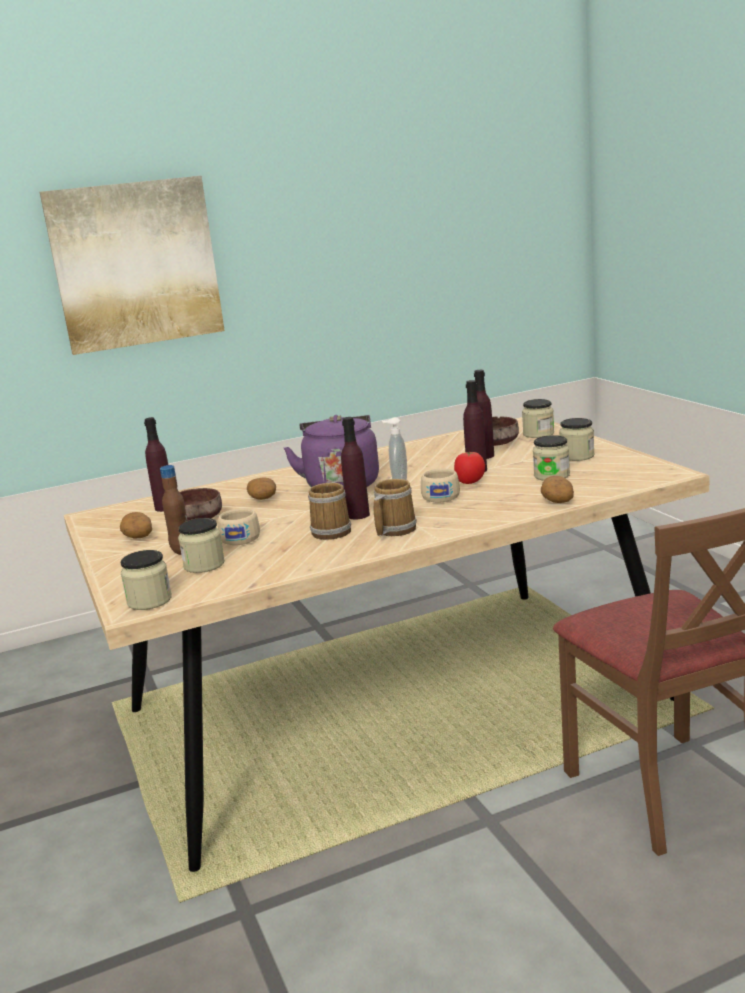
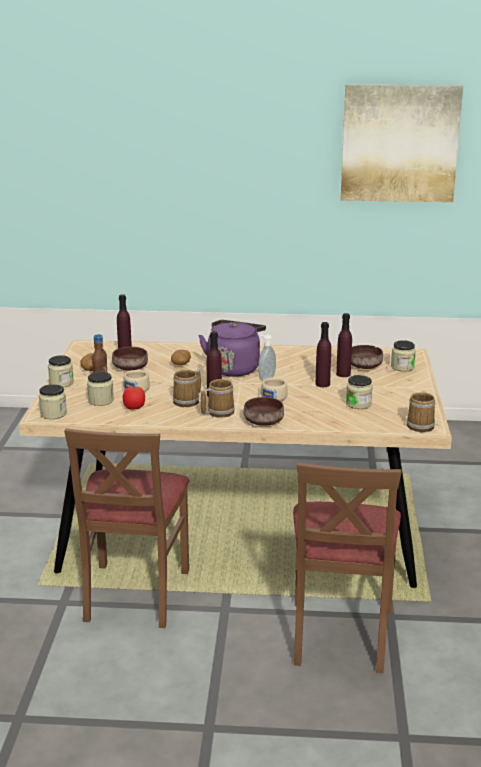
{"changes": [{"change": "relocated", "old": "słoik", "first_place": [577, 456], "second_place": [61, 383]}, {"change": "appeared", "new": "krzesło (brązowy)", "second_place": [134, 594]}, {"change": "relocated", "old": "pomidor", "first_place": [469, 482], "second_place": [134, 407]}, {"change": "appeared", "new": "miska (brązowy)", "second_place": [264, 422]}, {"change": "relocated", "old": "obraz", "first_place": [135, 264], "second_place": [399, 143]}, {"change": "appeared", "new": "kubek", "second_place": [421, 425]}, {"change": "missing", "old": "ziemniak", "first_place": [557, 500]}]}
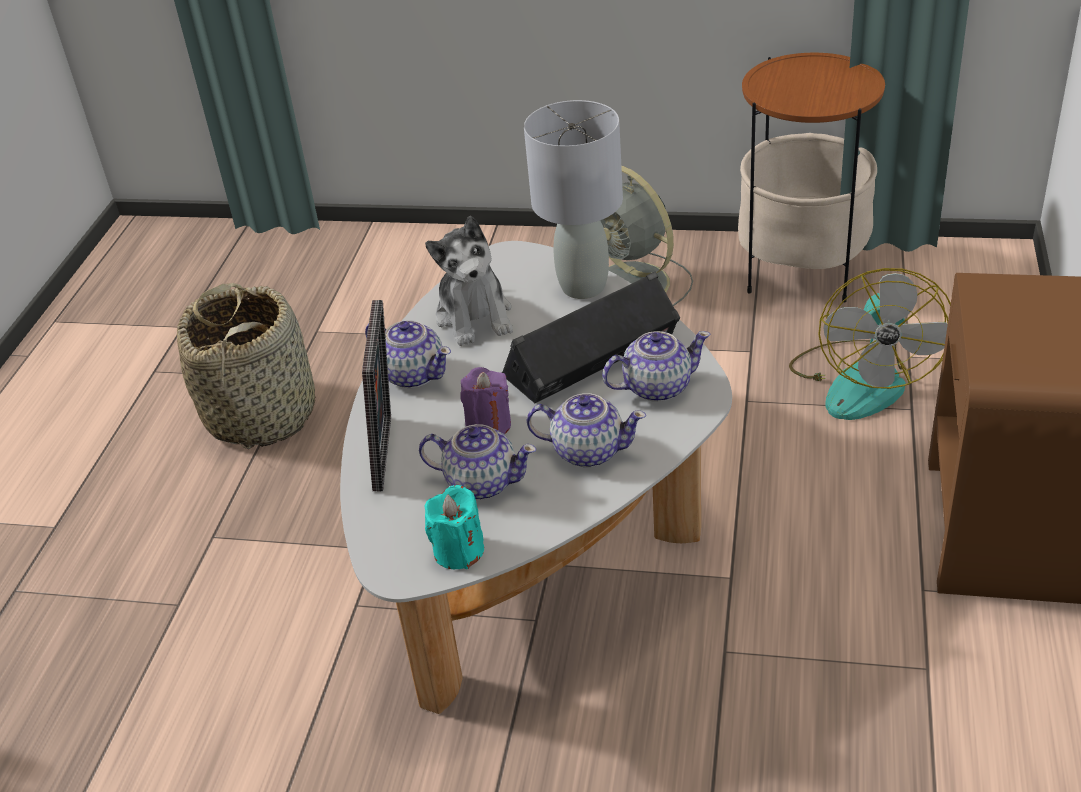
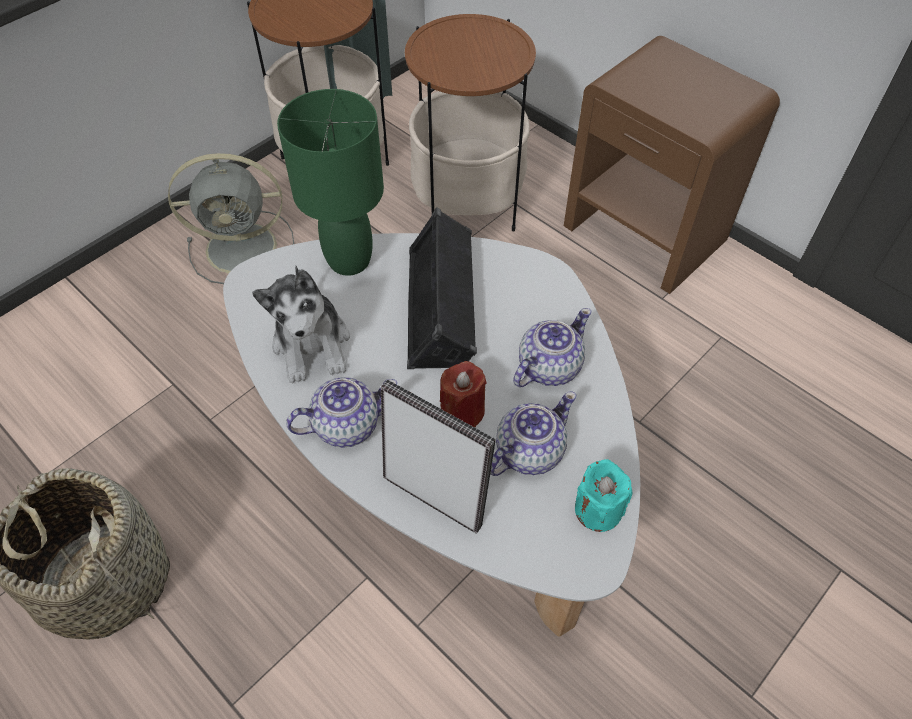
{"changes": [{"change": "spun", "old": "pluszak", "first_place": [475, 316], "second_place": [312, 344], "degrees": 60}, {"change": "colour", "old": "lampa stołowa (szary)", "new": "lampa stołowa (zielony)", "first_place": [583, 287], "second_place": [350, 261]}, {"change": "exchanged", "old": "wentylator", "new": "stolik", "first_place": [862, 380], "second_place": [467, 205]}, {"change": "colour", "old": "świeca (fioletowy)", "new": "świeca (czerwony)", "first_place": [488, 425], "second_place": [462, 410]}, {"change": "missing", "old": "imbryk", "first_place": [656, 387]}]}
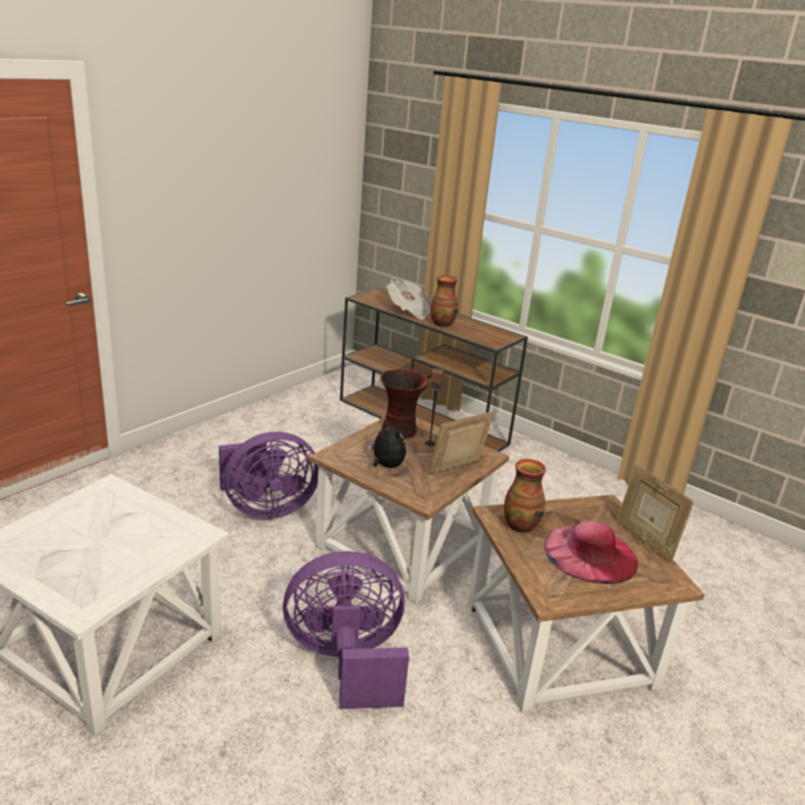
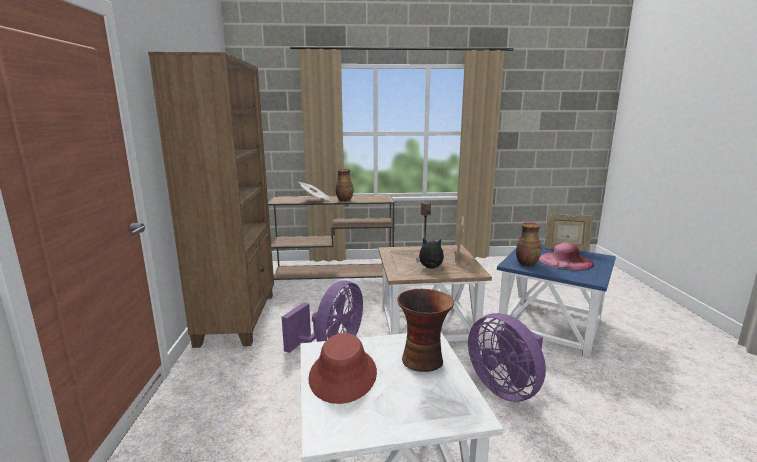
{"changes": [{"change": "appeared", "new": "regał (brązowy)", "second_place": [238, 318]}, {"change": "appeared", "new": "kapelusz (czerwony)", "second_place": [343, 375]}, {"change": "relocated", "old": "wazon", "first_place": [400, 431], "second_place": [423, 360]}, {"change": "spun", "old": "wentylator (fioletowy)", "first_place": [346, 662], "second_place": [505, 387], "degrees": -75}, {"change": "colour", "old": "stolik (brązowy)", "new": "stolik (niebieski)", "first_place": [561, 645], "second_place": [551, 325]}]}
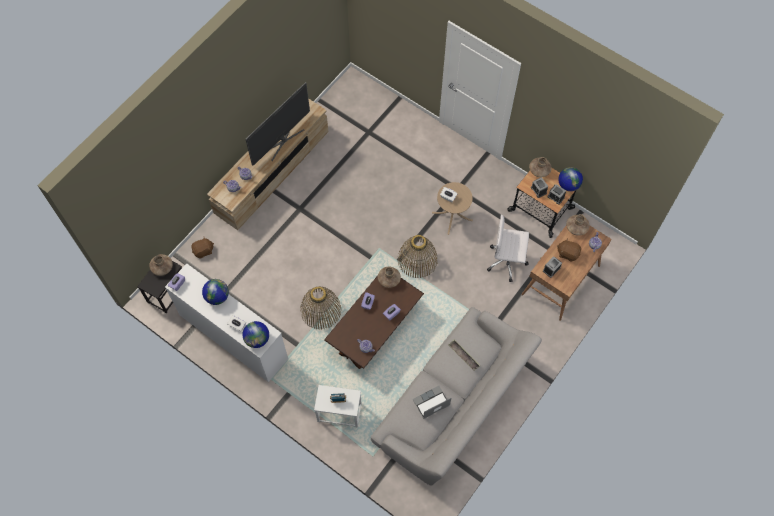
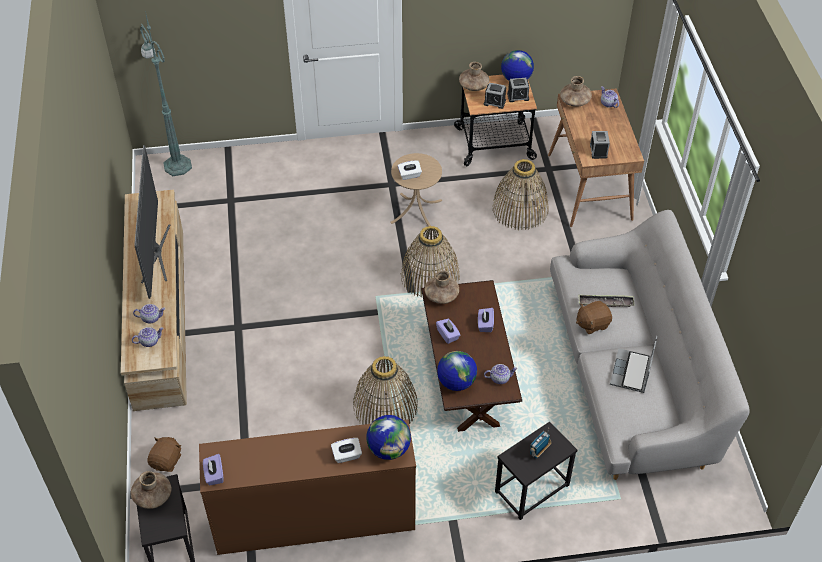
{"changes": [{"change": "appeared", "new": "lampa stojąca (zielony)", "second_place": [177, 164]}, {"change": "colour", "old": "komoda (biały)", "new": "komoda (brązowy)", "first_place": [233, 336], "second_place": [314, 519]}, {"change": "relocated", "old": "globus", "first_place": [217, 296], "second_place": [456, 382]}, {"change": "exchanged", "old": "krzesło biurowe (biały)", "new": "koszyk", "first_place": [507, 261], "second_place": [520, 209]}, {"change": "colour", "old": "stolik (biały)", "new": "stolik (czarny)", "first_place": [339, 413], "second_place": [532, 489]}, {"change": "relocated", "old": "pluszak (brązowy)", "first_place": [568, 253], "second_place": [592, 323]}]}
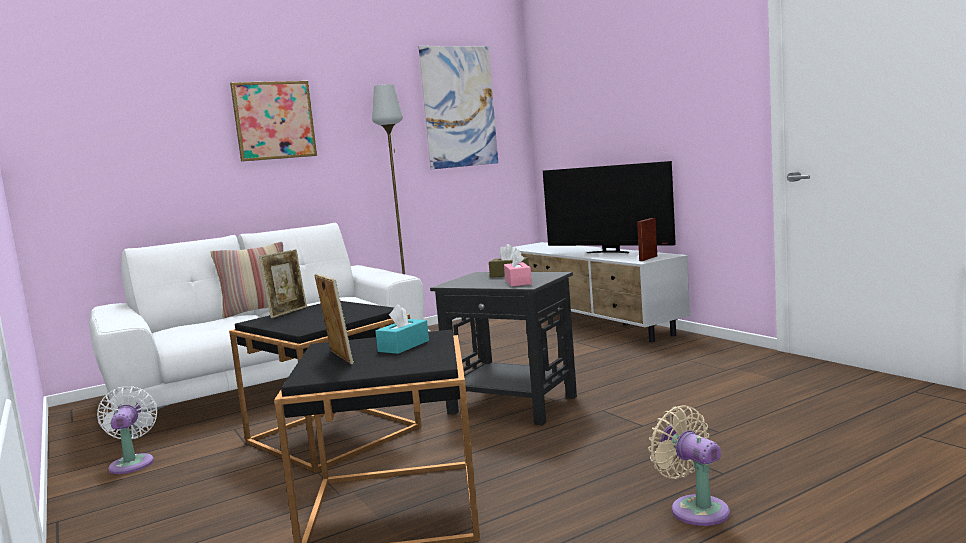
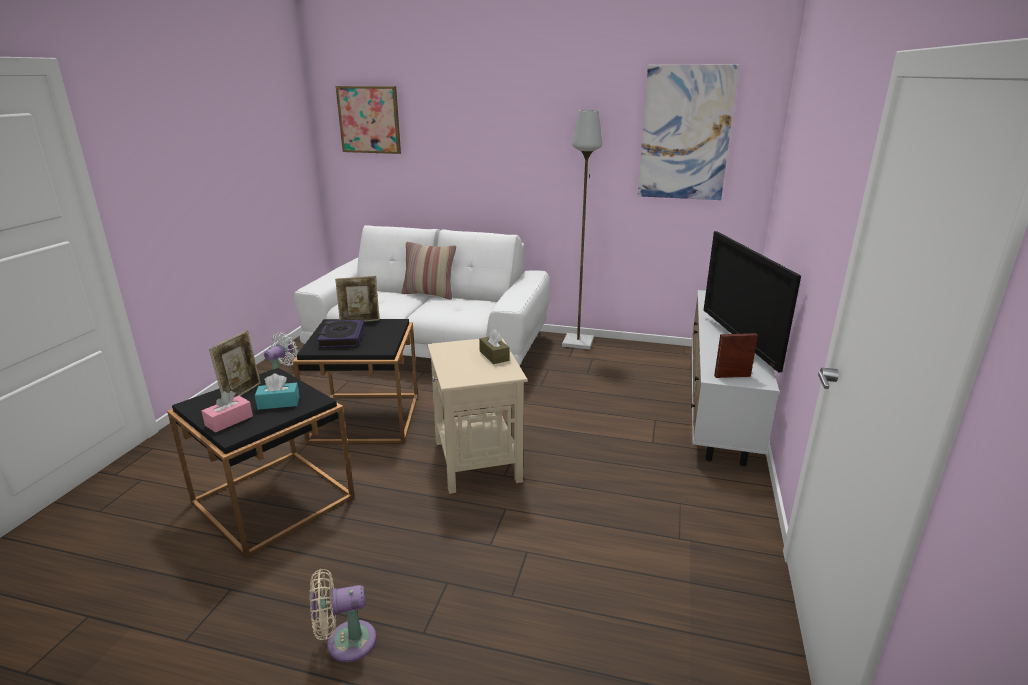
{"changes": [{"change": "relocated", "old": "pudełko chusteczek (różowy)", "first_place": [518, 282], "second_place": [229, 421]}, {"change": "spun", "old": "wentylator (beżowy)", "first_place": [695, 509], "second_place": [345, 642], "degrees": -120}, {"change": "appeared", "new": "książka", "second_place": [342, 337]}, {"change": "relocated", "old": "obraz", "first_place": [274, 120], "second_place": [369, 119]}, {"change": "colour", "old": "stolik (czarny)", "new": "stolik (beżowy)", "first_place": [514, 405], "second_place": [477, 461]}]}
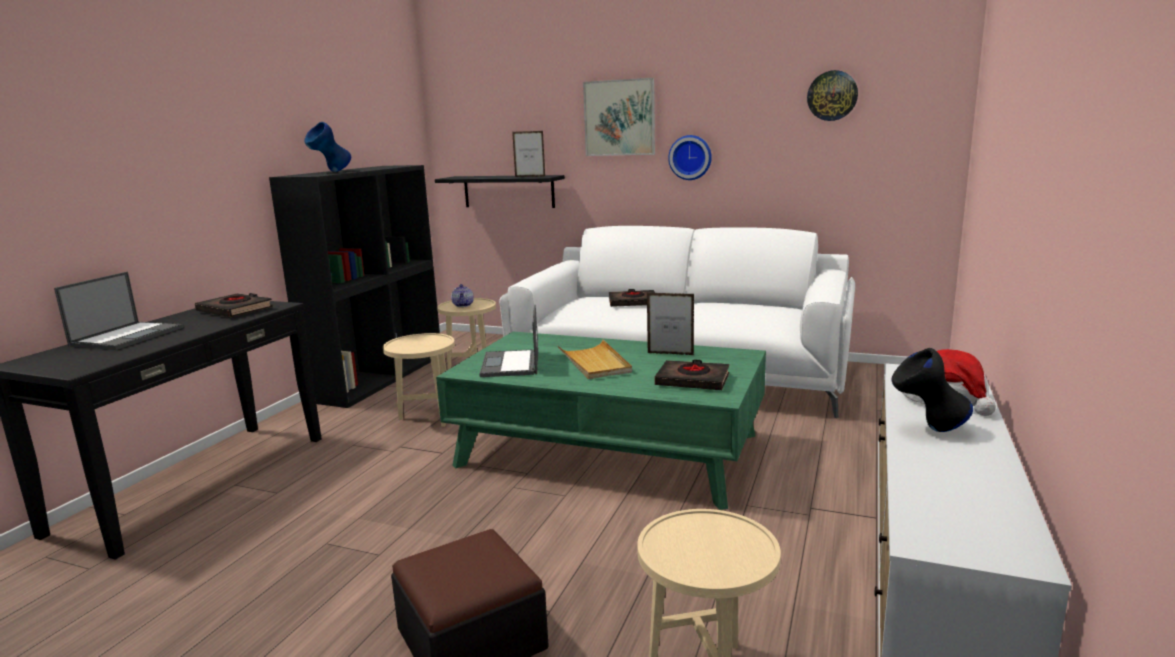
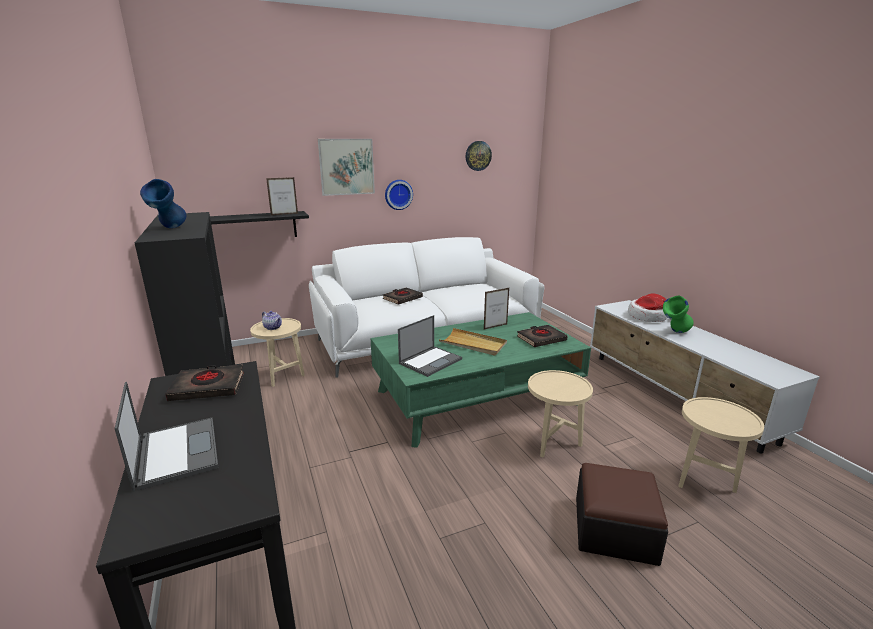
{"changes": [{"change": "spun", "old": "laptop", "first_place": [511, 364], "second_place": [431, 361], "degrees": -90}, {"change": "relocated", "old": "stolik (beżowy)", "first_place": [426, 417], "second_place": [553, 445]}, {"change": "colour", "old": "wazon (czarny)", "new": "wazon (zielony)", "first_place": [927, 429], "second_place": [674, 333]}]}
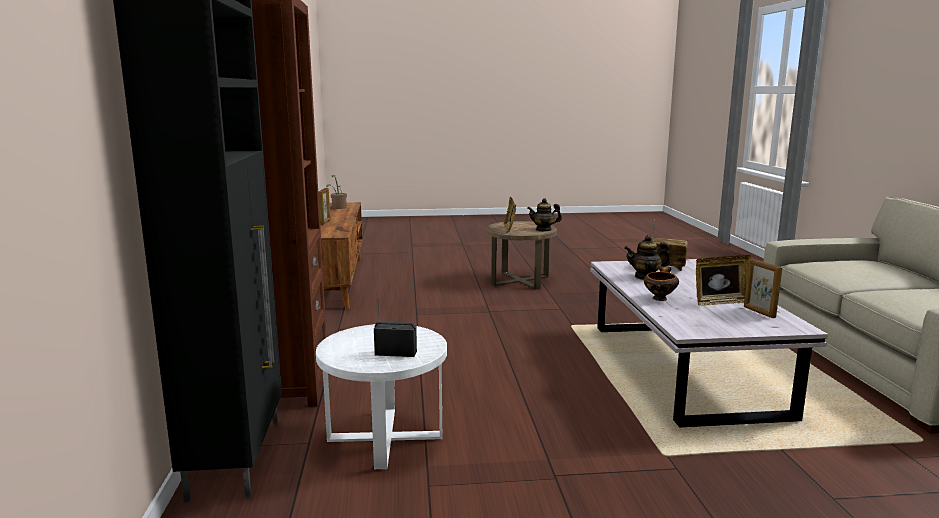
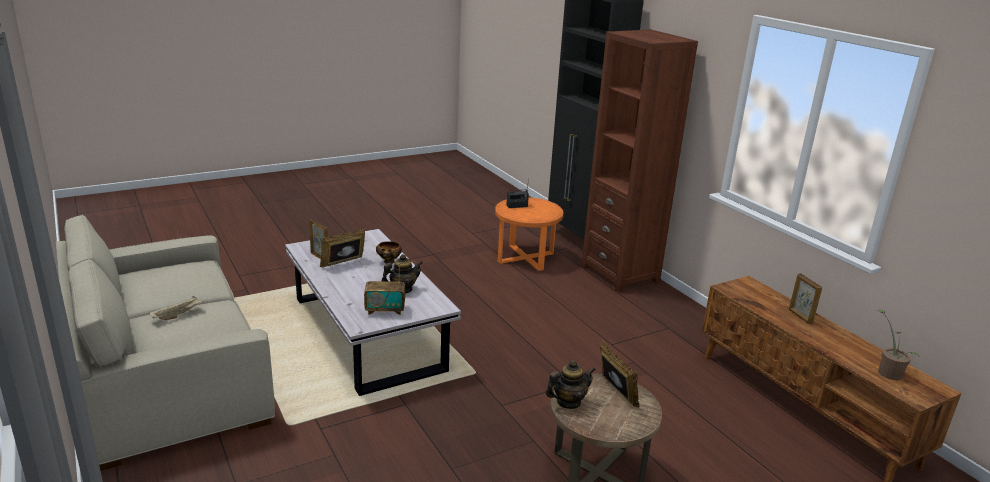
{"changes": [{"change": "appeared", "new": "taca (beżowy)", "second_place": [178, 315]}, {"change": "colour", "old": "stolik (biały)", "new": "stolik (pomarańczowy)", "first_place": [385, 437], "second_place": [525, 257]}]}
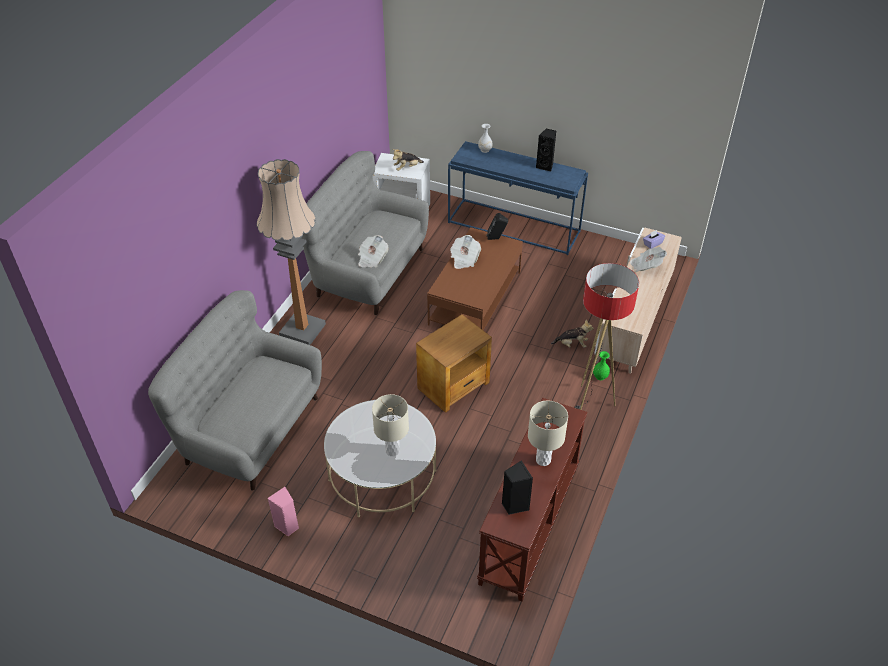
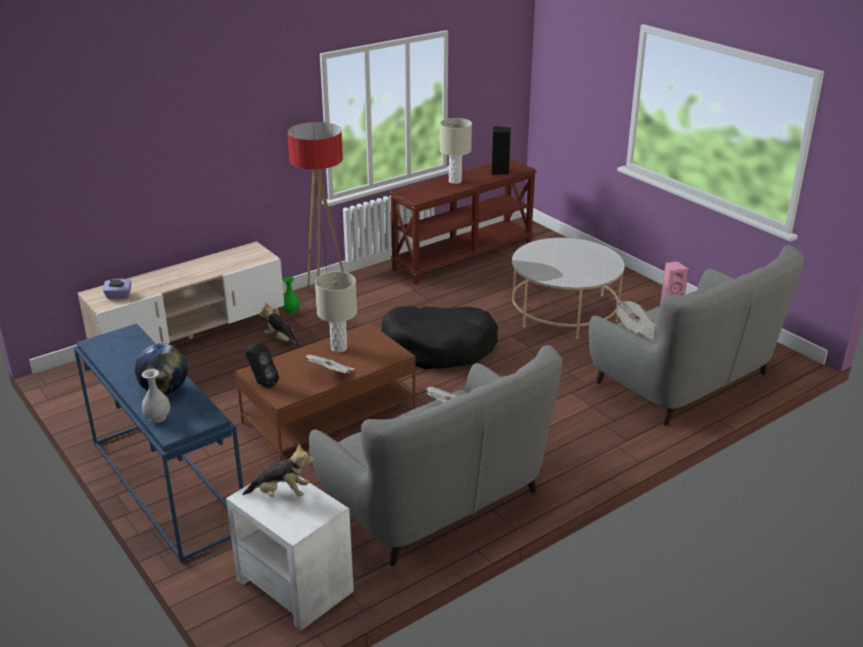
{"changes": [{"change": "appeared", "new": "globus", "second_place": [164, 390]}, {"change": "relocated", "old": "lampa stołowa (beżowy)", "first_place": [392, 451], "second_place": [339, 348]}, {"change": "exchanged", "old": "stolik (brązowy)", "new": "legowisko (czarny)", "first_place": [454, 385], "second_place": [439, 347]}, {"change": "relocated", "old": "gazeta", "first_place": [646, 266], "second_place": [635, 329]}, {"change": "missing", "old": "lampa stojąca", "first_place": [302, 330]}, {"change": "missing", "old": "głośnik (czarny)", "first_place": [545, 166]}]}
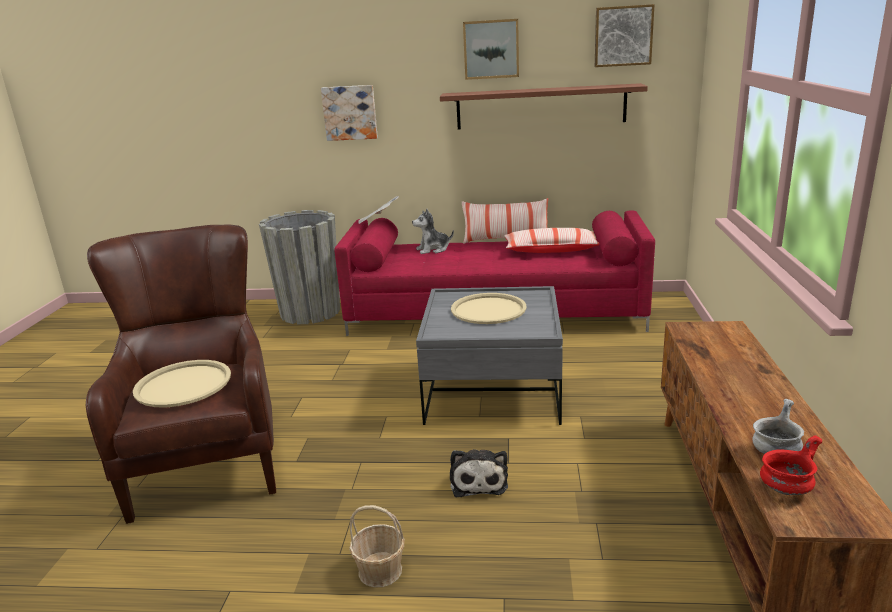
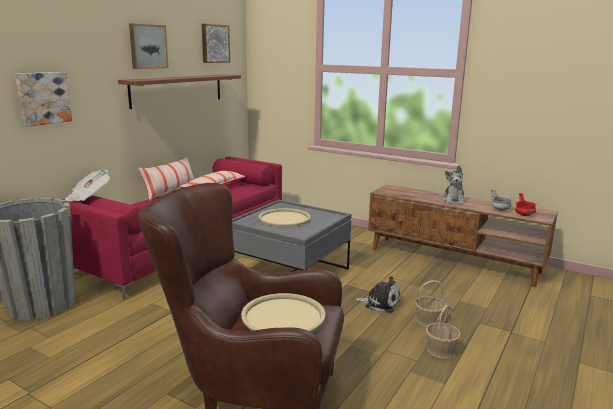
{"changes": [{"change": "appeared", "new": "koszyk", "second_place": [429, 321]}, {"change": "relocated", "old": "pluszak", "first_place": [433, 249], "second_place": [453, 201]}]}
